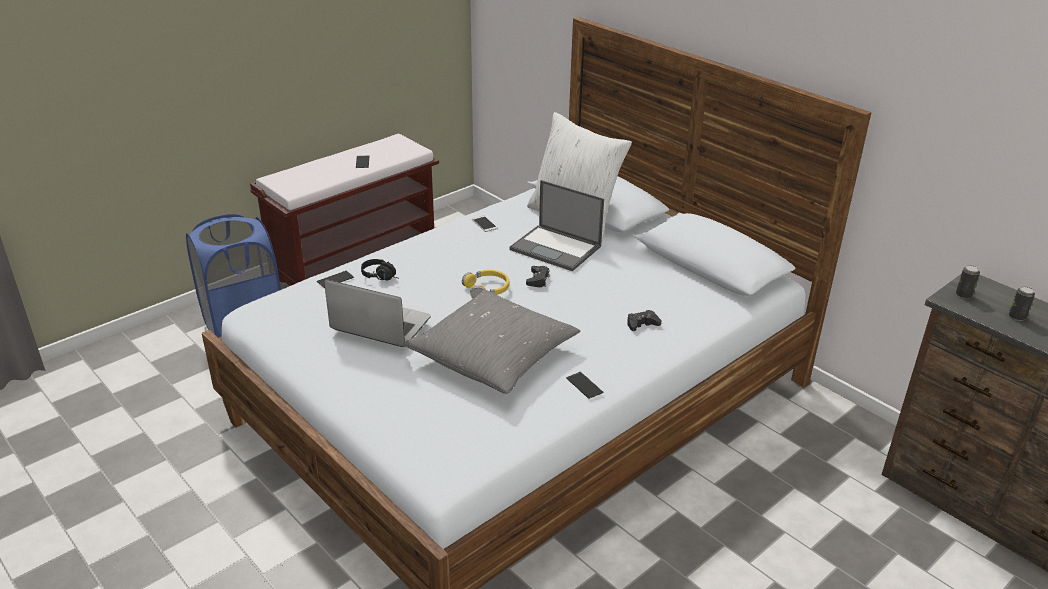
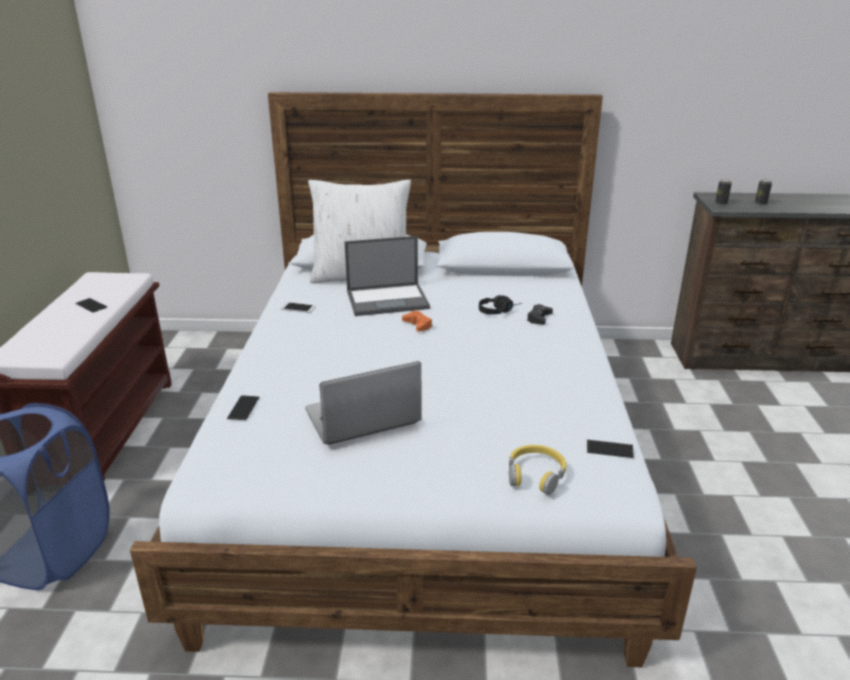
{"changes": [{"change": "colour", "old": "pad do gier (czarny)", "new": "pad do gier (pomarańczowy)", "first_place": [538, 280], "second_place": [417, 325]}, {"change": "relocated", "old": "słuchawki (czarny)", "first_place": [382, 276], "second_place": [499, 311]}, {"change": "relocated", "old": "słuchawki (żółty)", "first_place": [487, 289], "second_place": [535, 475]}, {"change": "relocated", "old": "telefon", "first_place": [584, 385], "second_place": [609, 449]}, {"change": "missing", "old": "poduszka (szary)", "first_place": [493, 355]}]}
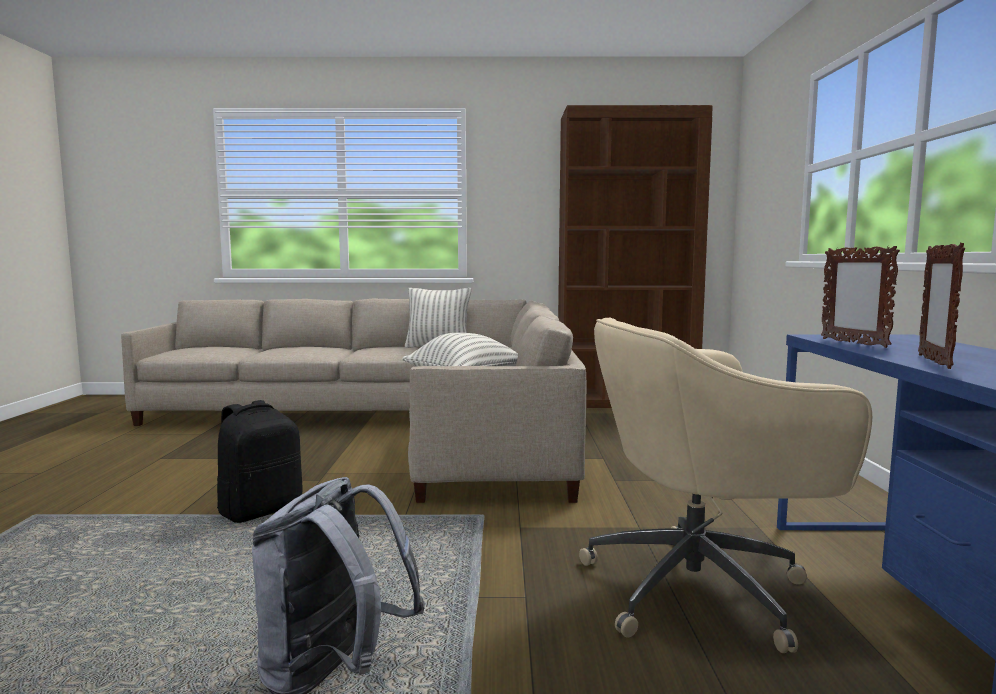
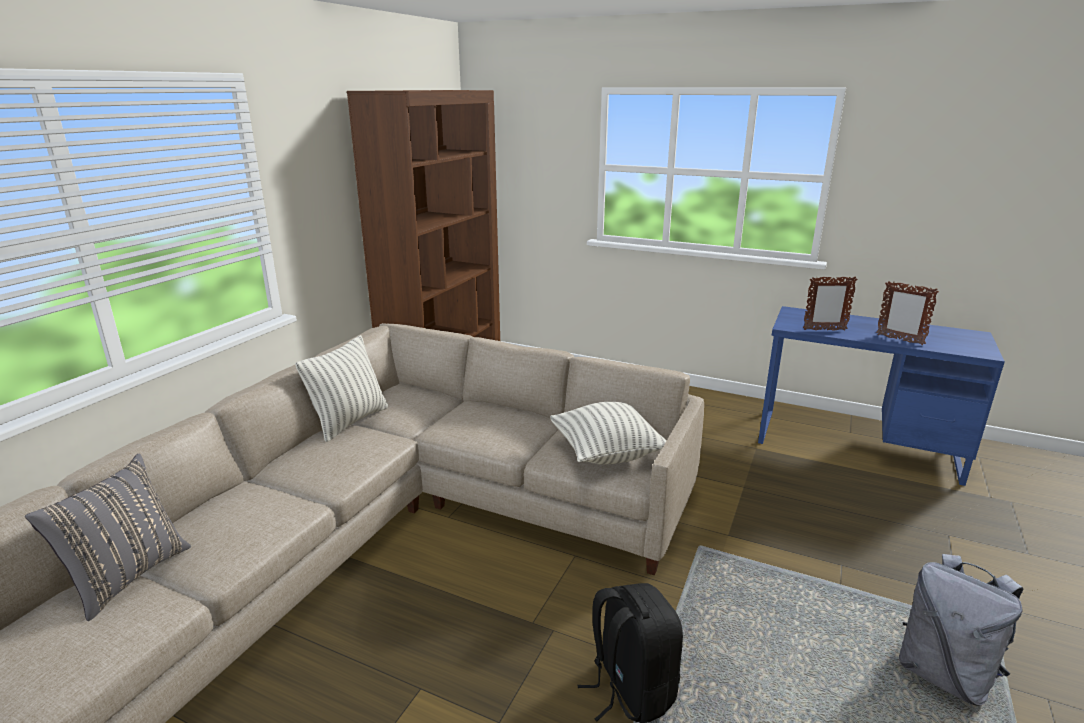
{"changes": [{"change": "appeared", "new": "poduszka (szary)", "second_place": [127, 576]}, {"change": "missing", "old": "krzesło biurowe (beżowy)", "first_place": [701, 589]}]}
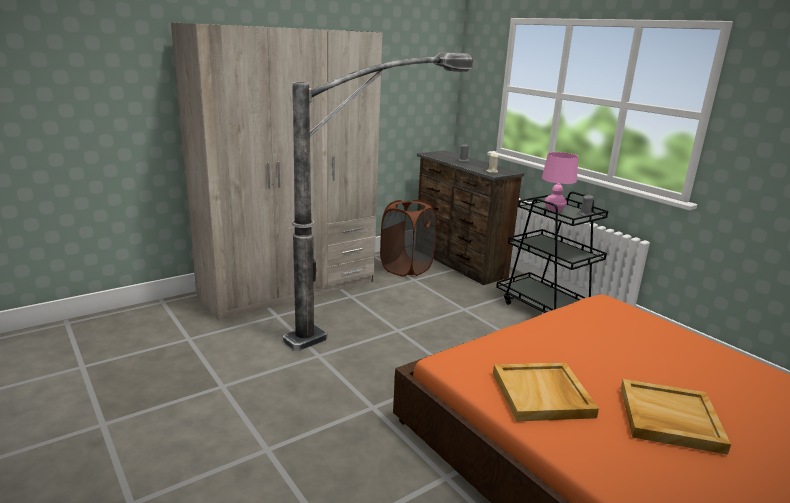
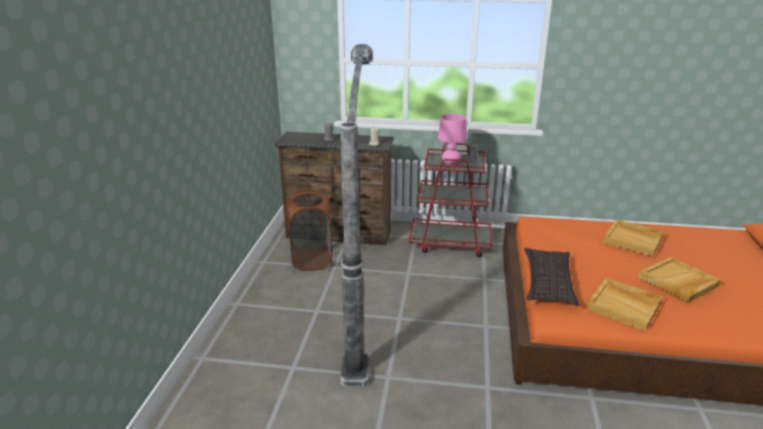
{"changes": [{"change": "colour", "old": "wózek (czarny)", "new": "wózek (czerwony)", "first_place": [546, 309], "second_place": [450, 243]}, {"change": "appeared", "new": "poduszka", "second_place": [548, 282]}, {"change": "appeared", "new": "taca (beżowy)", "second_place": [633, 239]}, {"change": "missing", "old": "szafa (beżowy)", "first_place": [289, 288]}]}
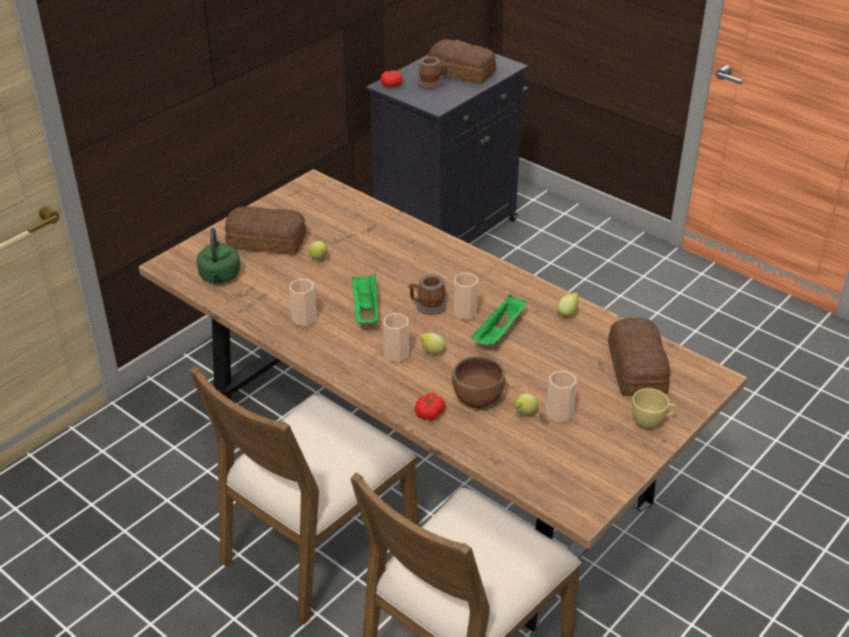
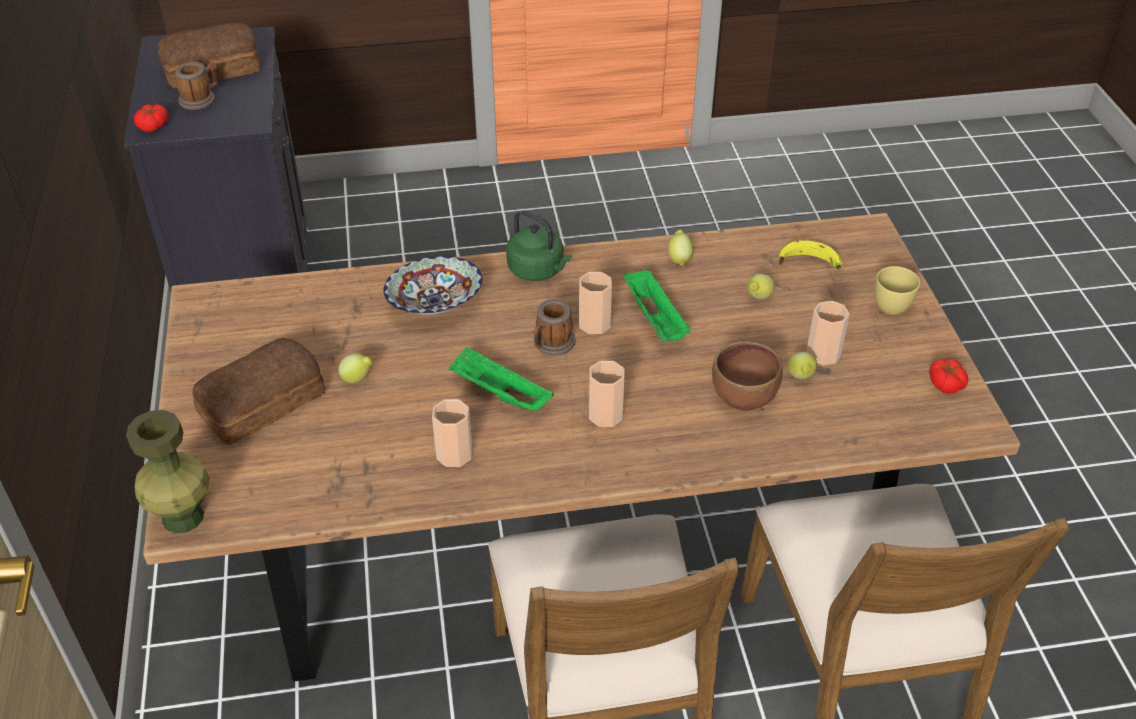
{"changes": [{"change": "appeared", "new": "wazon (zielony)", "second_place": [183, 516]}, {"change": "appeared", "new": "miska", "second_place": [434, 304]}, {"change": "relocated", "old": "czajnik (zielony)", "first_place": [220, 277], "second_place": [538, 270]}, {"change": "relocated", "old": "cytryna", "first_place": [432, 352], "second_place": [758, 298]}, {"change": "exchanged", "old": "chleb", "new": "banan", "first_place": [637, 368], "second_place": [808, 265]}, {"change": "relocated", "old": "pomidor", "first_place": [429, 413], "second_place": [945, 383]}]}
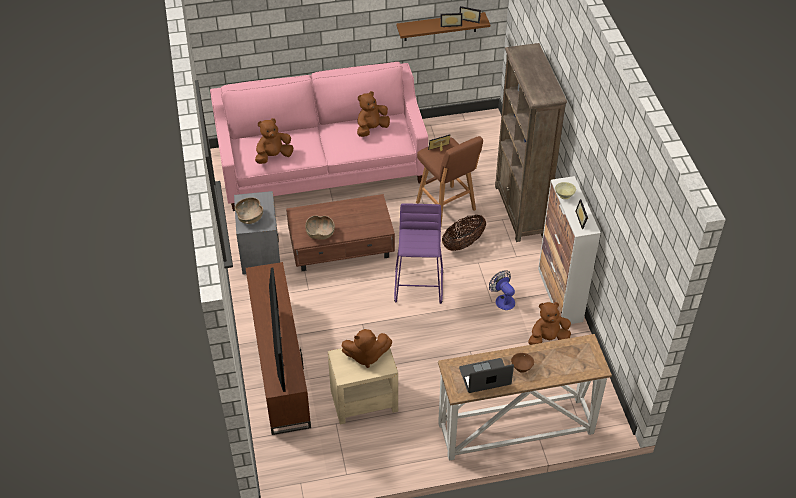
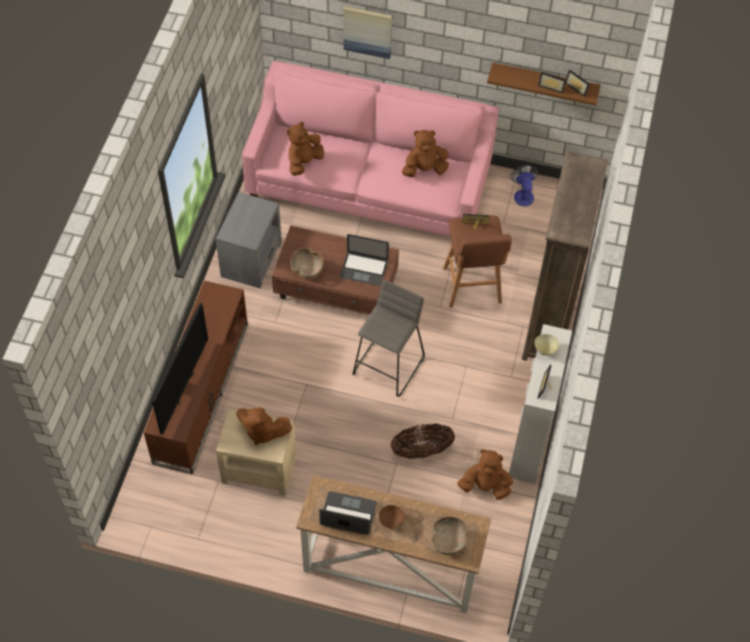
{"changes": [{"change": "spun", "old": "pluszak (brązowy)", "first_place": [273, 156], "second_place": [304, 162], "degrees": -45}, {"change": "appeared", "new": "laptop", "second_place": [364, 269]}, {"change": "appeared", "new": "obraz", "second_place": [367, 31]}, {"change": "colour", "old": "stołek (fioletowy)", "new": "stołek (szary)", "first_place": [419, 285], "second_place": [388, 366]}, {"change": "relocated", "old": "koszyk", "first_place": [463, 243], "second_place": [421, 450]}, {"change": "relocated", "old": "miska (brązowy)", "first_place": [250, 217], "second_place": [448, 541]}, {"change": "relocated", "old": "wentylator", "first_place": [502, 300], "second_place": [523, 194]}]}
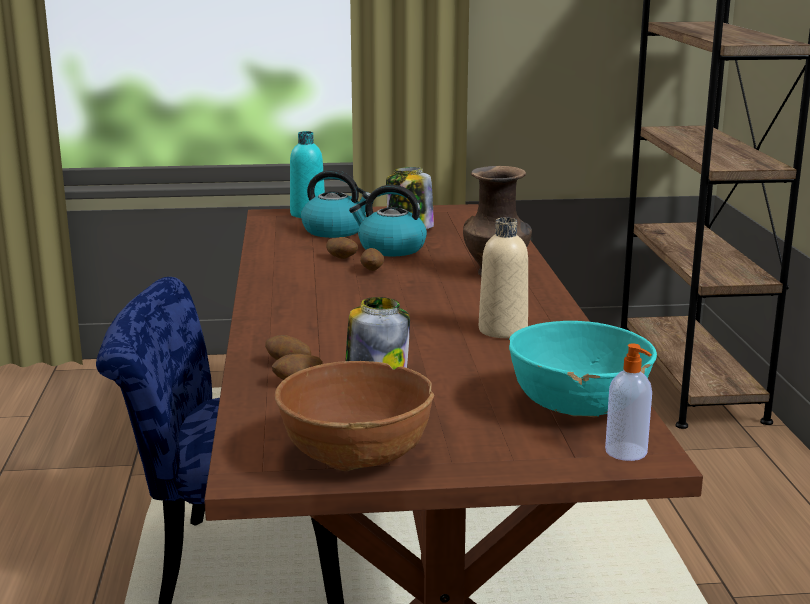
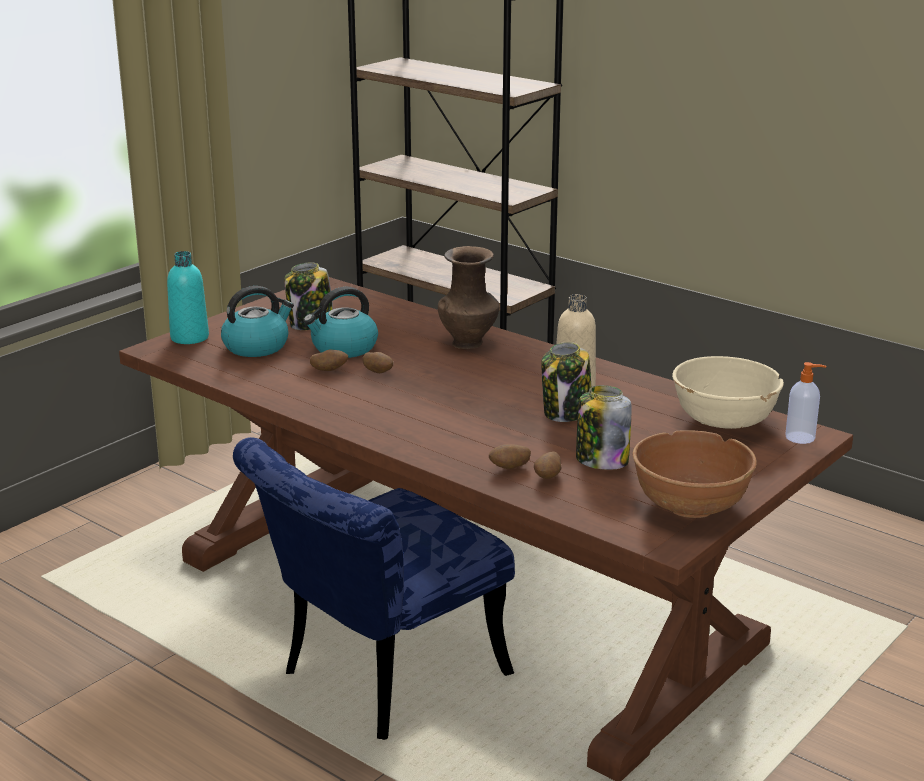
{"changes": [{"change": "appeared", "new": "słoik", "second_place": [567, 412]}, {"change": "colour", "old": "miska (turkusowy)", "new": "miska (beżowy)", "first_place": [578, 406], "second_place": [724, 421]}]}
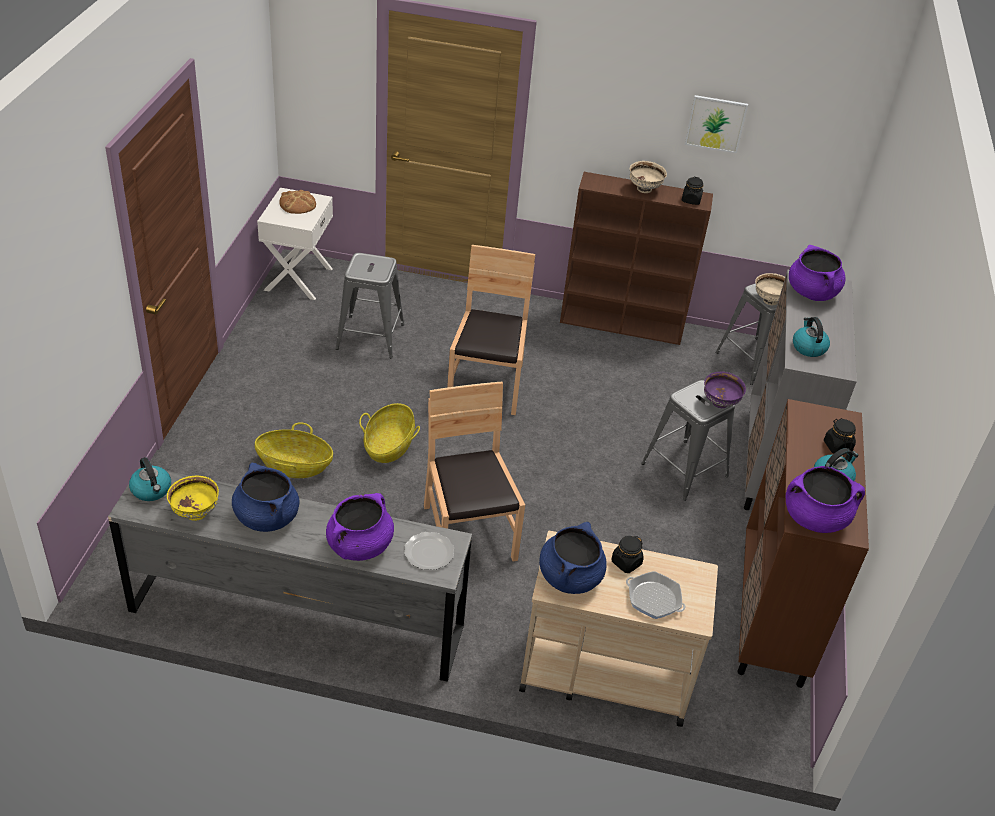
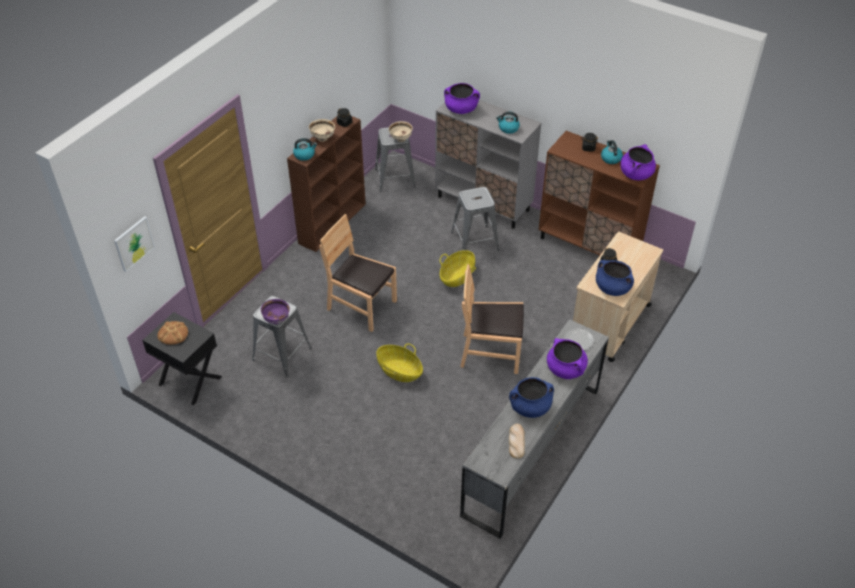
{"changes": [{"change": "relocated", "old": "obraz", "first_place": [716, 123], "second_place": [134, 243]}, {"change": "colour", "old": "szafka nocna (biały)", "new": "szafka nocna (czarny)", "first_place": [297, 279], "second_place": [189, 381]}, {"change": "relocated", "old": "miska (fioletowy)", "first_place": [720, 403], "second_place": [277, 320]}, {"change": "relocated", "old": "czajnik", "first_place": [152, 490], "second_place": [304, 155]}, {"change": "relocated", "old": "koszyk", "first_place": [294, 466], "second_place": [457, 276]}, {"change": "exchanged", "old": "miska (żółty)", "new": "chleb", "first_place": [195, 513], "second_place": [516, 442]}, {"change": "missing", "old": "patelnia", "first_place": [654, 599]}]}
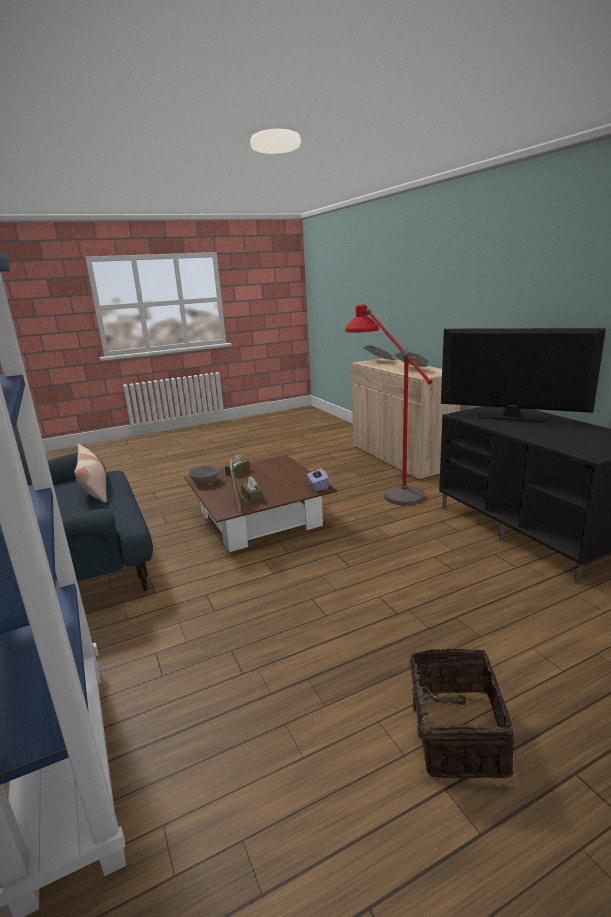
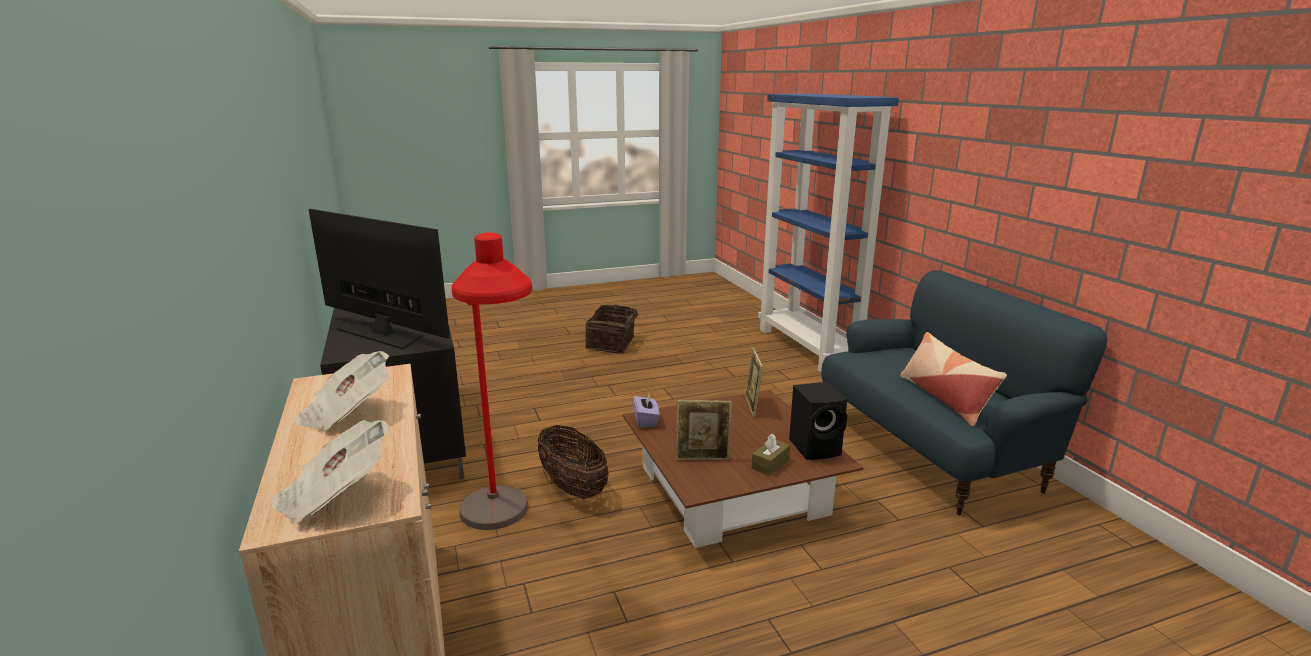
{"changes": [{"change": "appeared", "new": "koszyk", "second_place": [573, 487]}, {"change": "appeared", "new": "ramka na zdjęcie", "second_place": [702, 458]}, {"change": "exchanged", "old": "miska (szary)", "new": "głośnik (czarny)", "first_place": [204, 482], "second_place": [816, 447]}, {"change": "missing", "old": "pudełko chusteczek (brązowy)", "first_place": [252, 497]}]}
